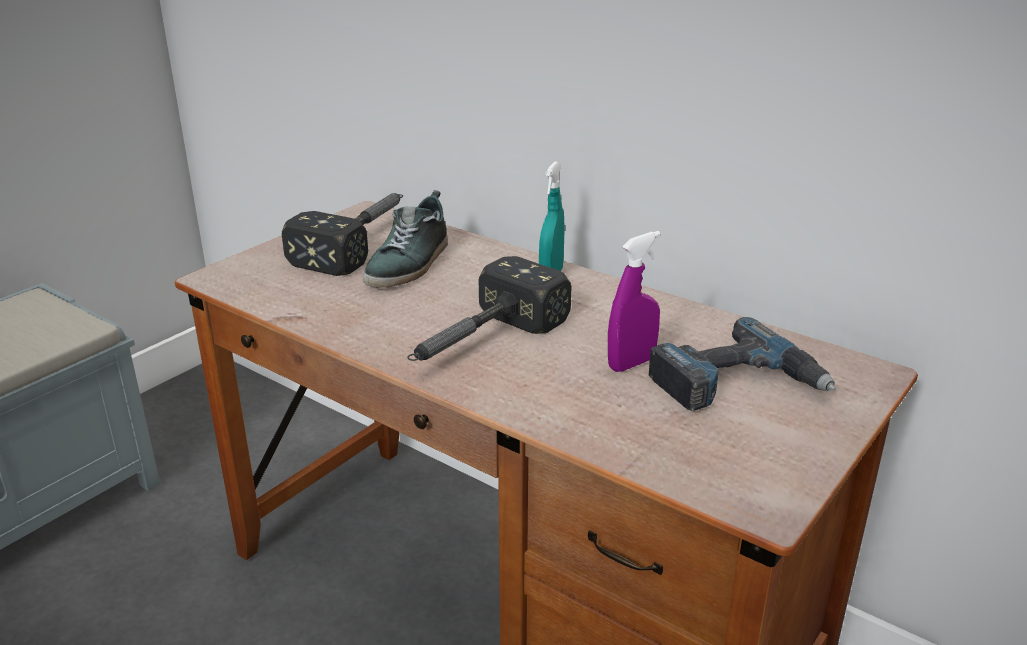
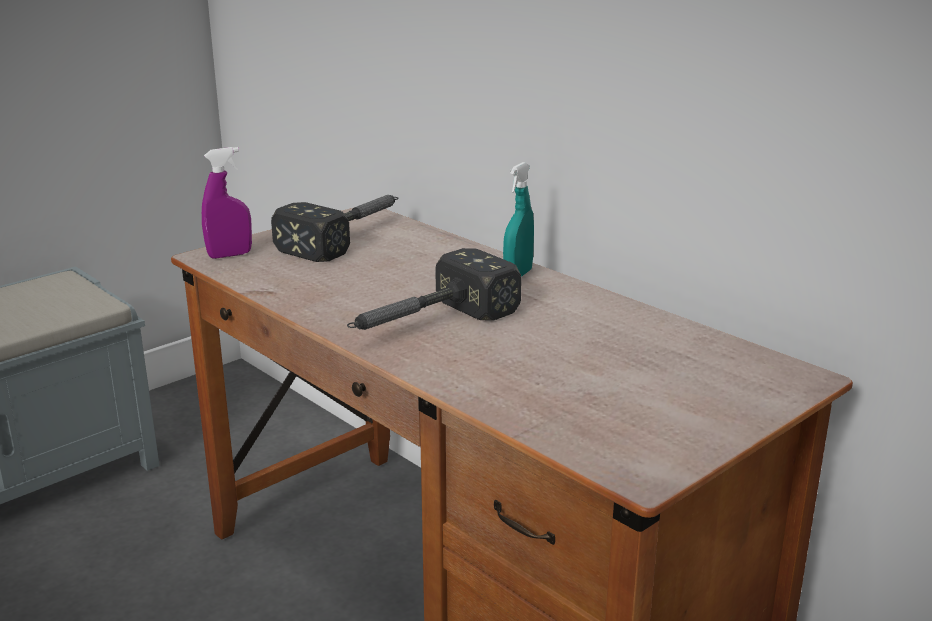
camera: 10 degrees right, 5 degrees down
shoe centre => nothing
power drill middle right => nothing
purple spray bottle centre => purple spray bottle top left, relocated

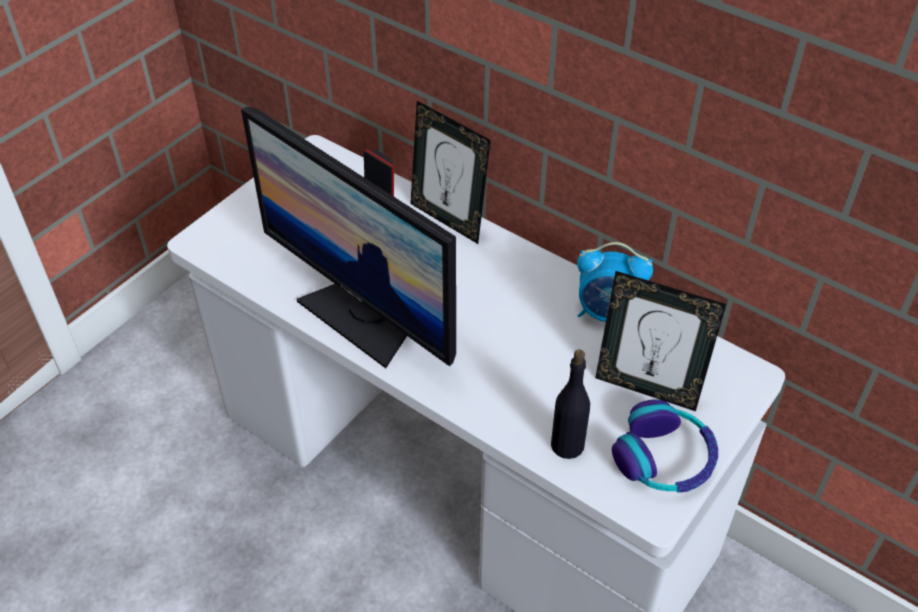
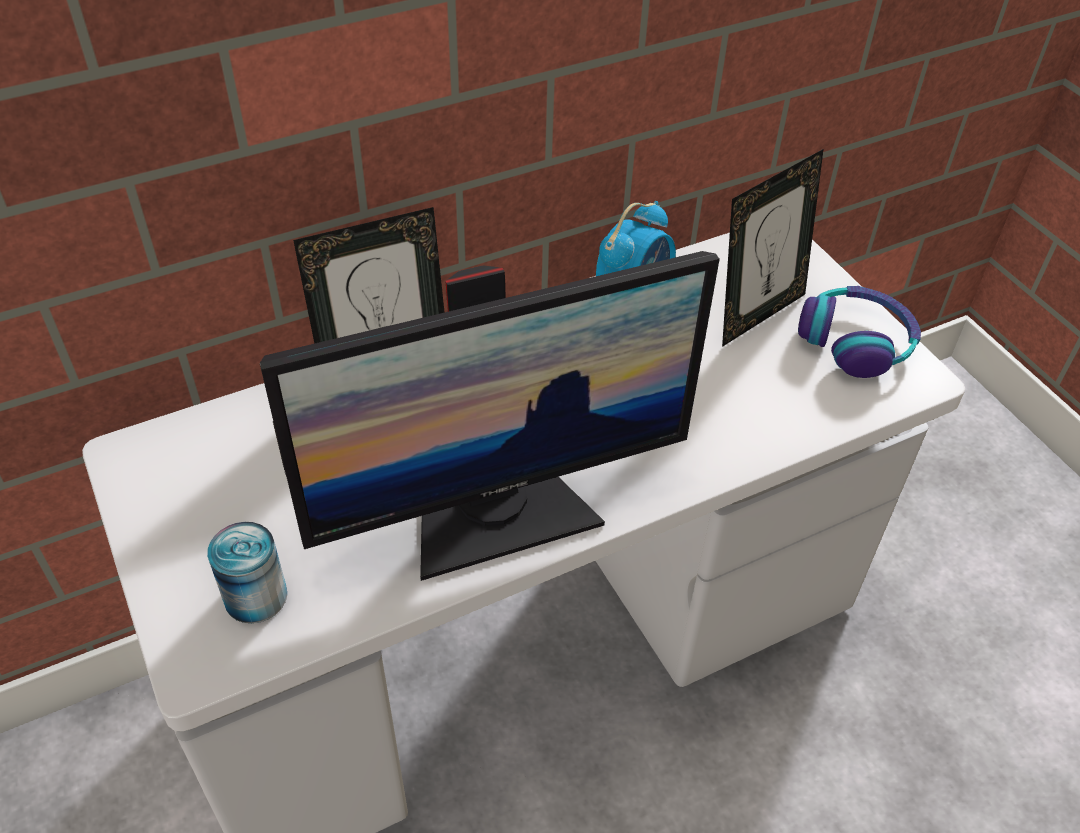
camera: 65 degrees left, 0 degrees up
black bottle centre => nothing
nothing => can bottom left

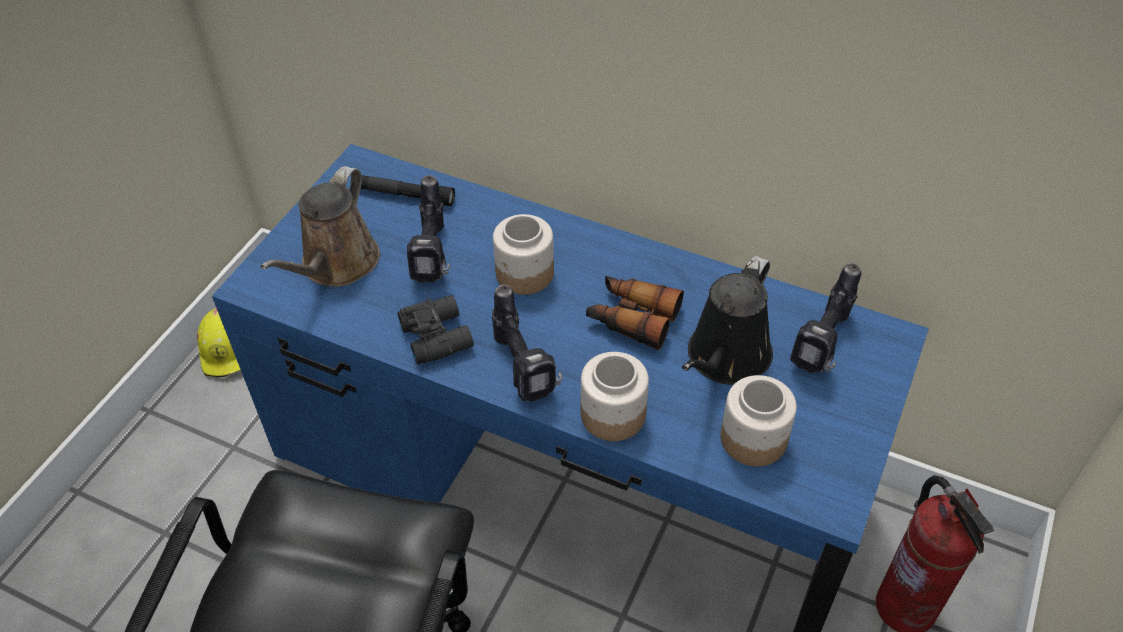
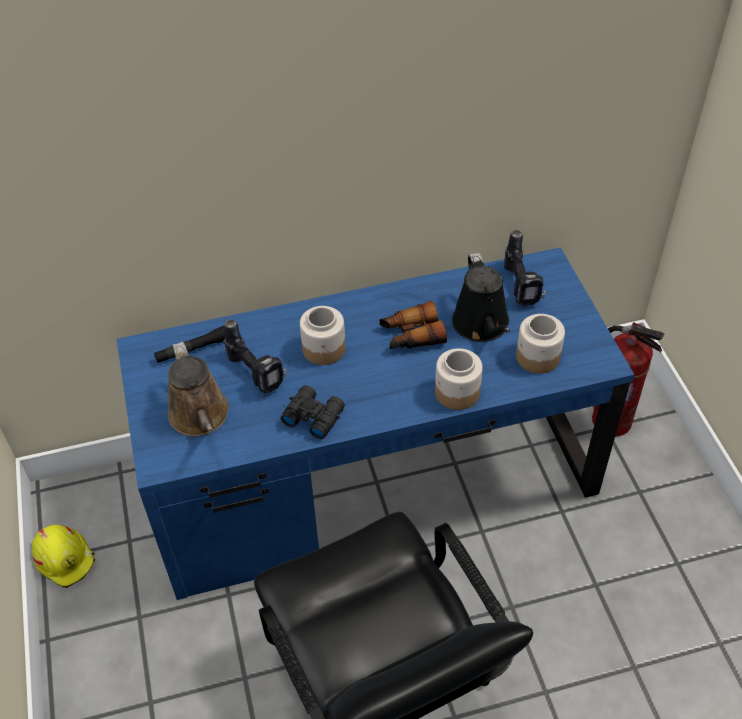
camera: 40 degrees left, 0 degrees up
power drill (no. 2 from left) centre => nothing

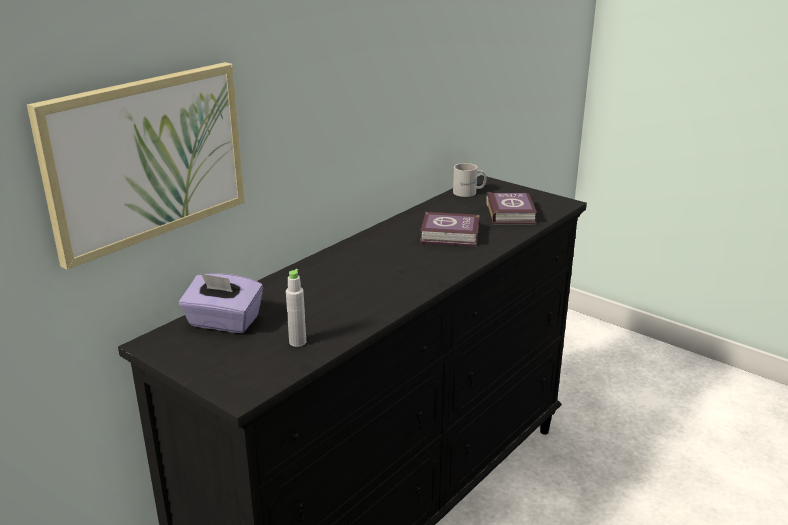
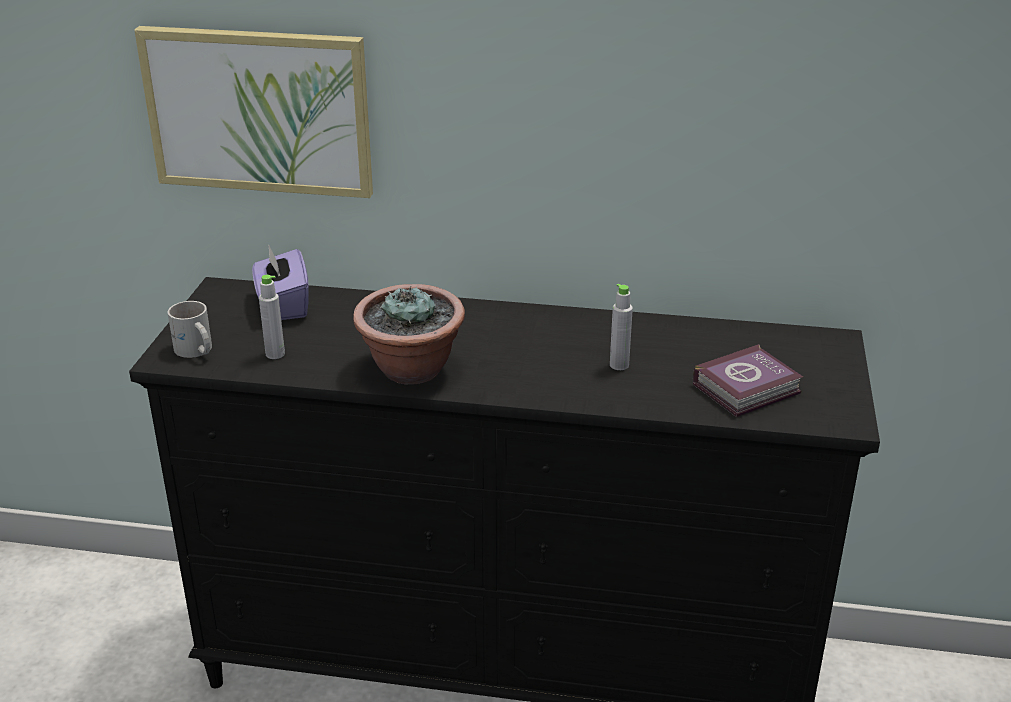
camera: 60 degrees right, 5 degrees up
nothing => potted plant centre
white mug centre => white mug middle left, relocated
book (no. 1 from left) centre => grey bottle (no. 2 from left) centre

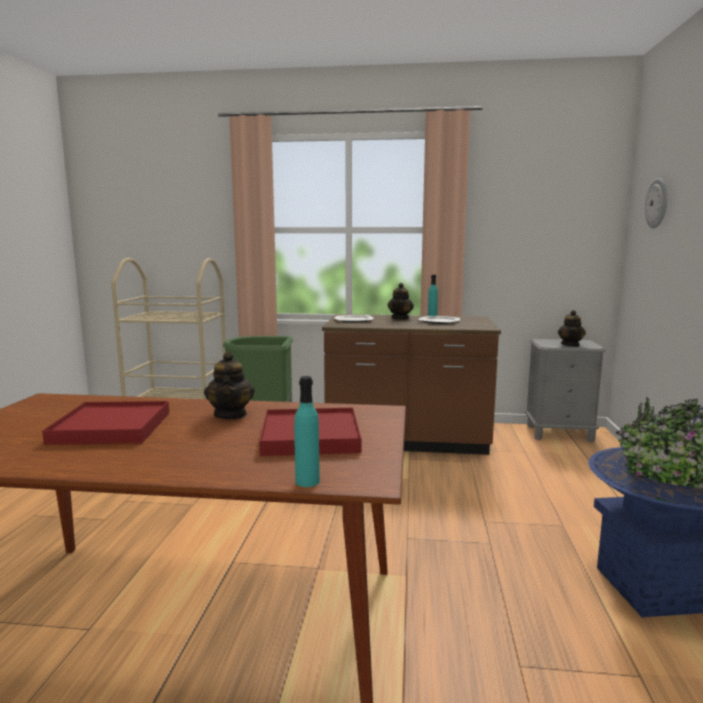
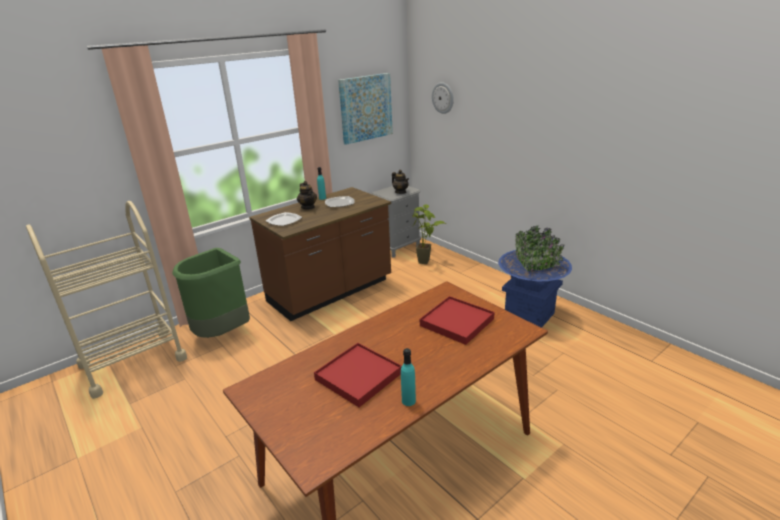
camera: 45 degrees left, 15 degrees up
teapot (no. 1 from left) middle left => nothing
nothing => picture top centre
nothing => potted plant centre
turquoise bottle (no. 1 from left in the first image) centre => turquoise bottle (no. 2 from left) bottom centre, relocated

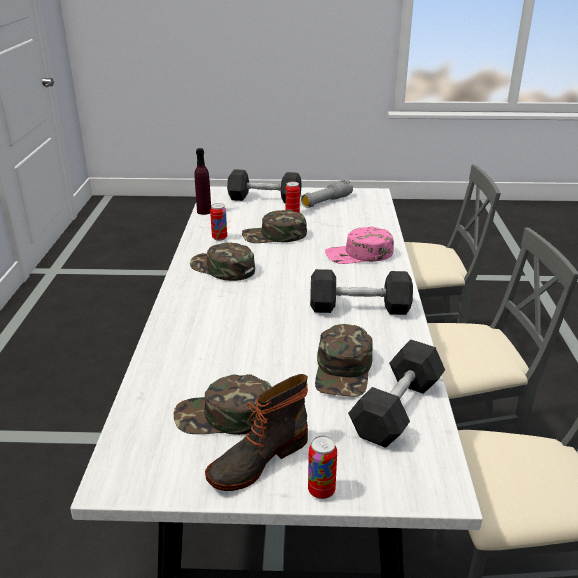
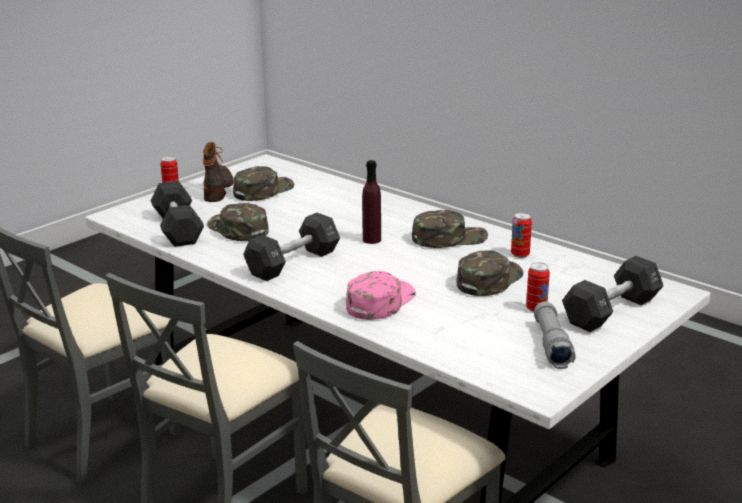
camera: 130 degrees right, 5 degrees down
purple bottle top centre => purple bottle centre, relocated

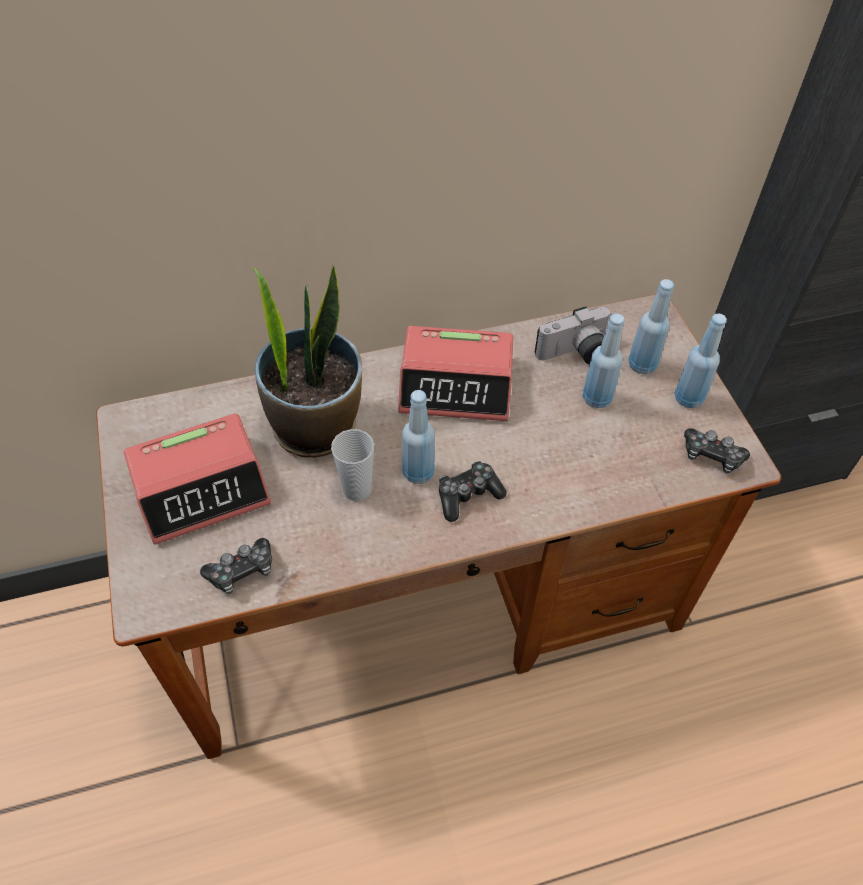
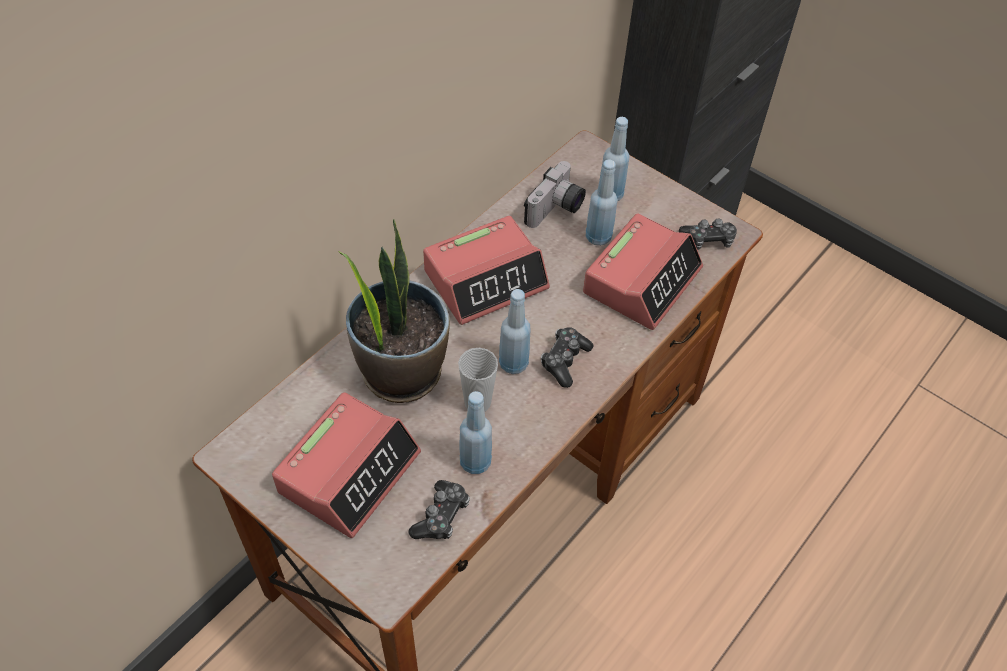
camera: 35 degrees left, 0 degrees up
nothing => alarm clock (no. 3 from left) centre
blue bottle (no. 4 from left in the first image) middle right => blue bottle (no. 1 from left) centre, relocated

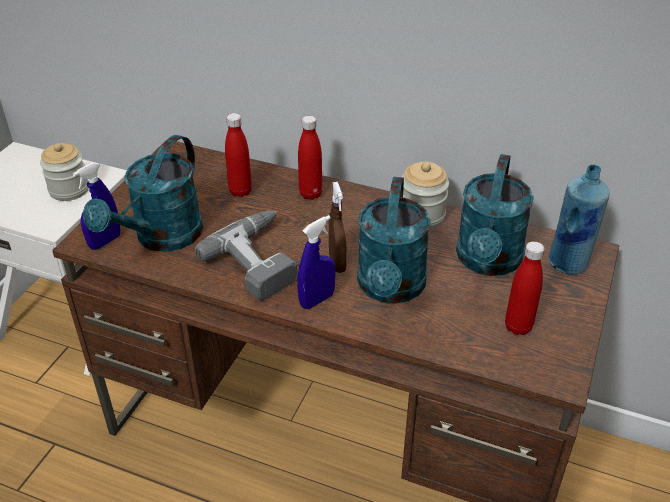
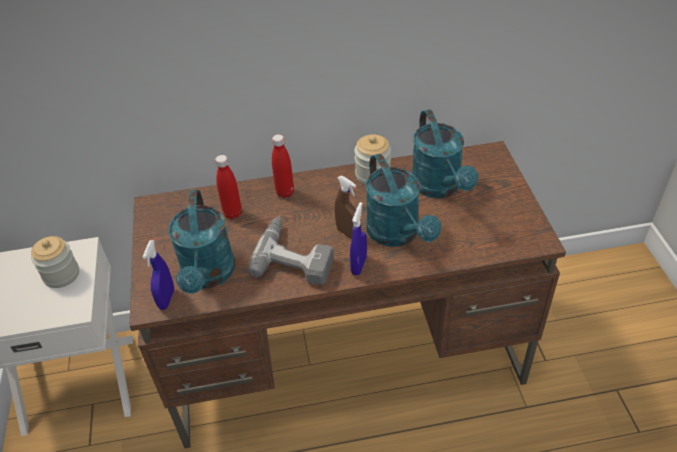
camera: 30 degrees left, 5 degrees up
red bottle (no. 3 from left) middle right => nothing
blue bottle middle right => nothing

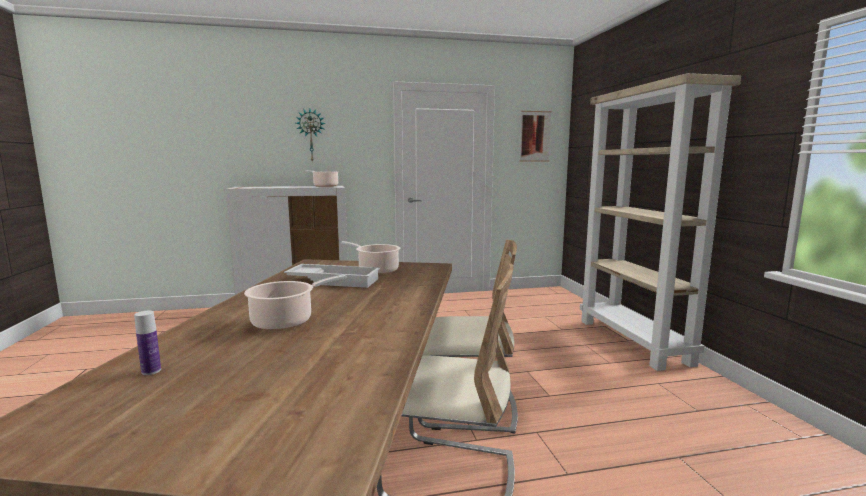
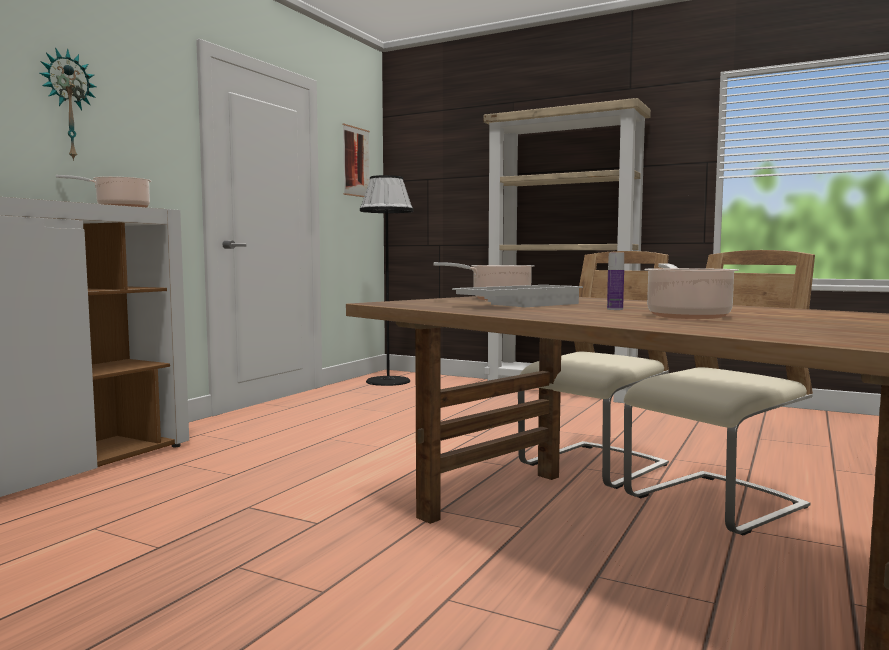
camera: 50 degrees left, 5 degrees down
nothing => black floor lamp centre
bottle bottom left => bottle middle right, relocated

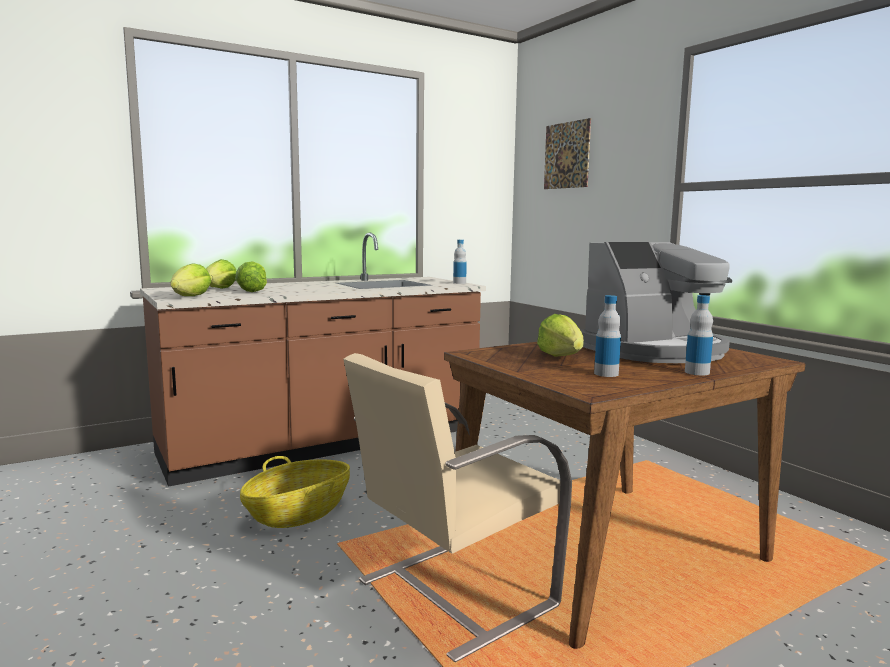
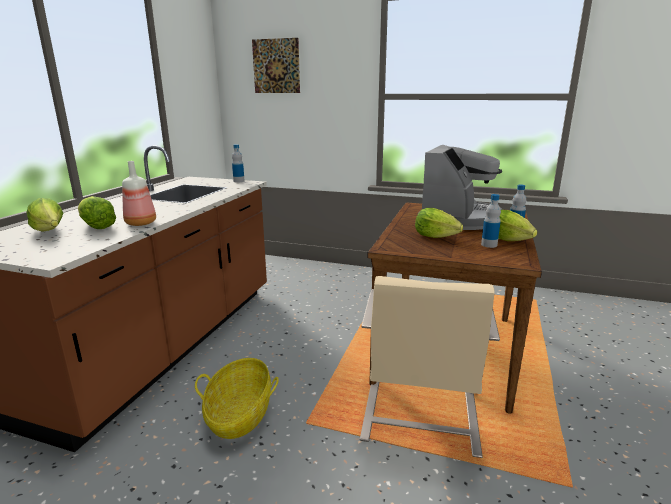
camera: 40 degrees left, 10 degrees up
nothing => bottle (no. 1 from left) middle left
lettuce (no. 1 from left in the first image) middle left => lettuce (no. 4 from left) middle right, relocated

